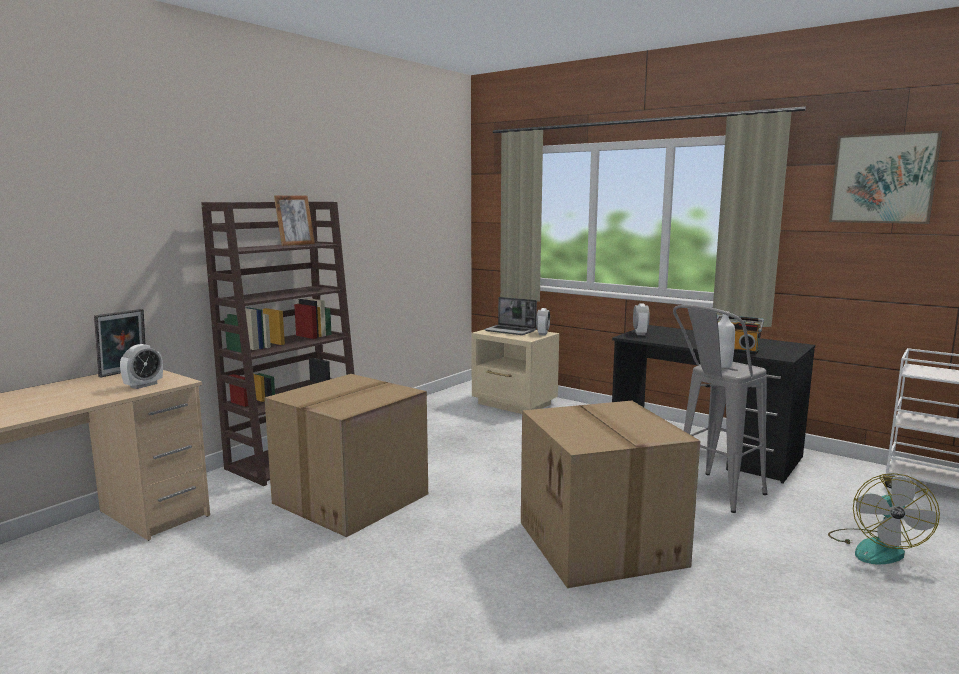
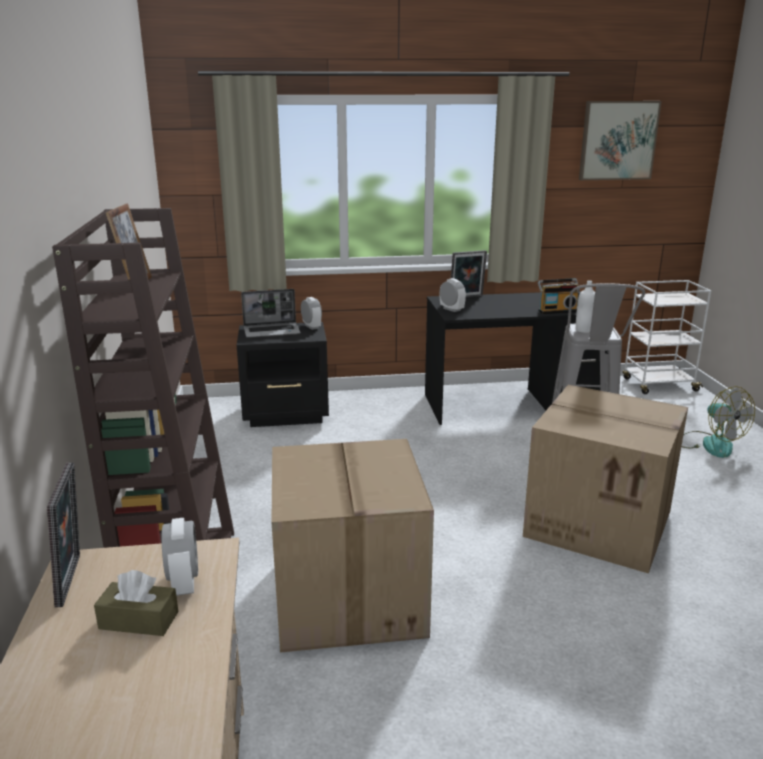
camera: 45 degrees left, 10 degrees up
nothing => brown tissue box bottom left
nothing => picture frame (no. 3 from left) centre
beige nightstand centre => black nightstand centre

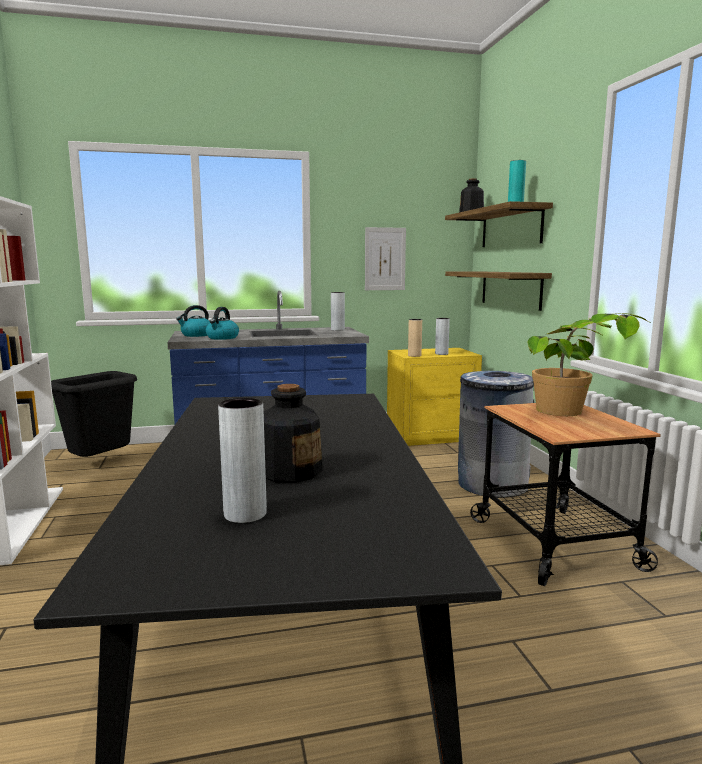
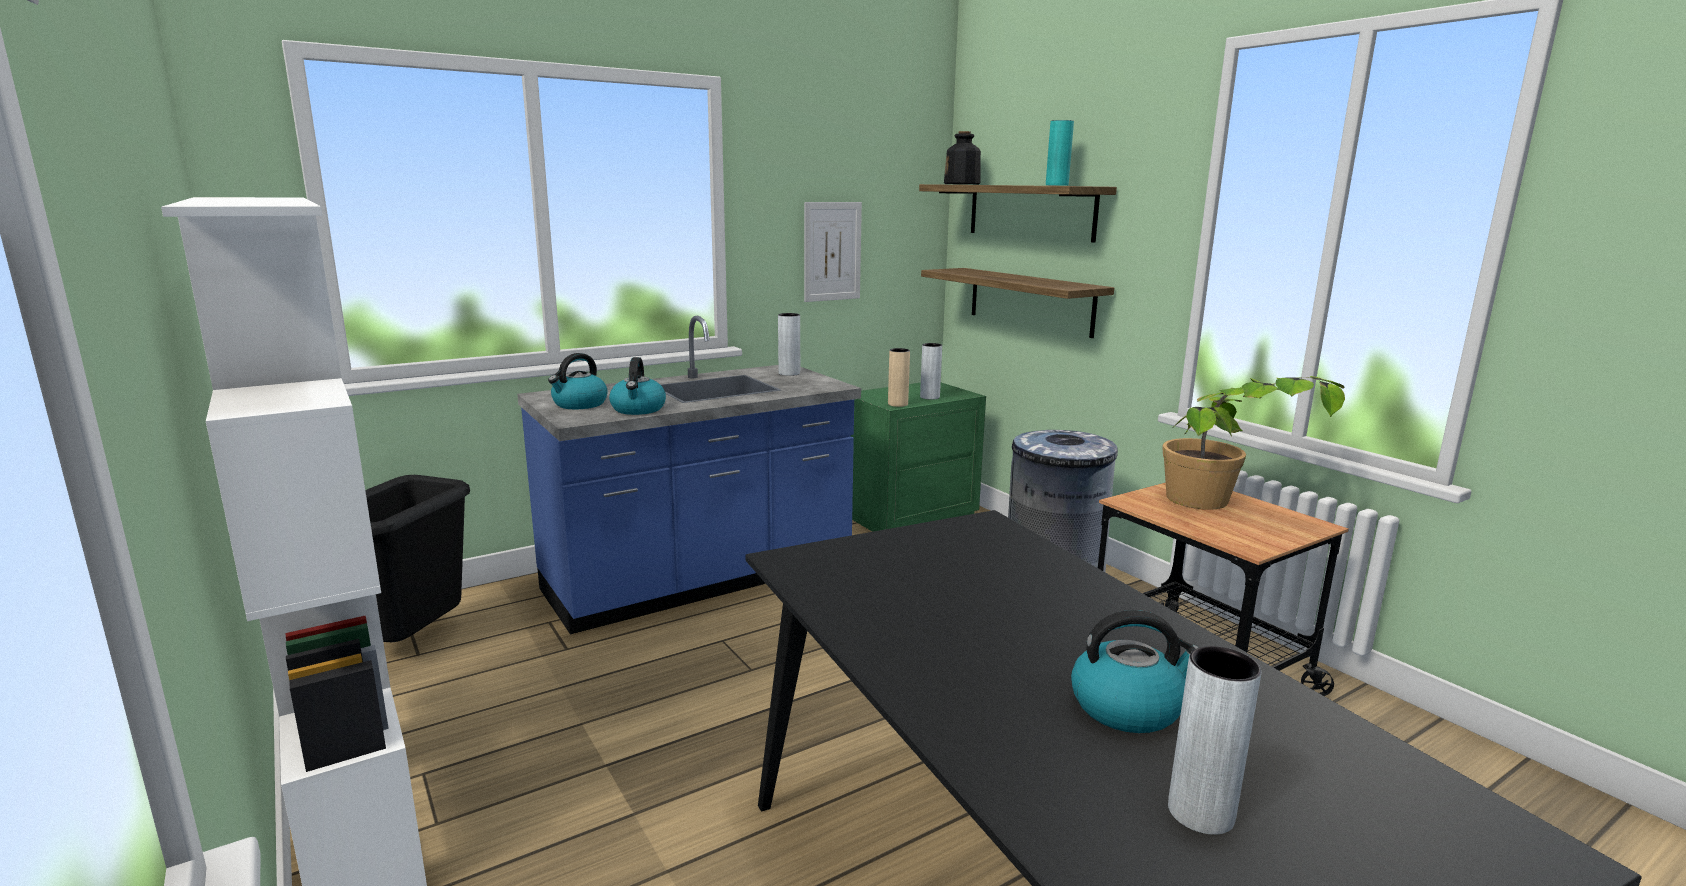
camera: 20 degrees left, 5 degrees up
bottle (no. 1 from left) centre => kettle (no. 3 from left) bottom right
yellow nightstand centre => green nightstand centre

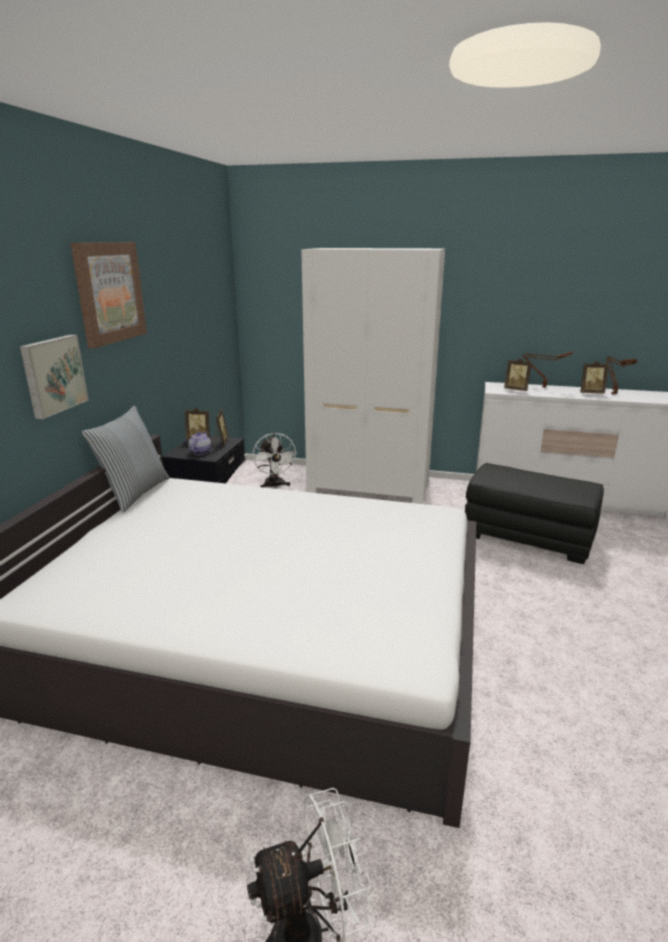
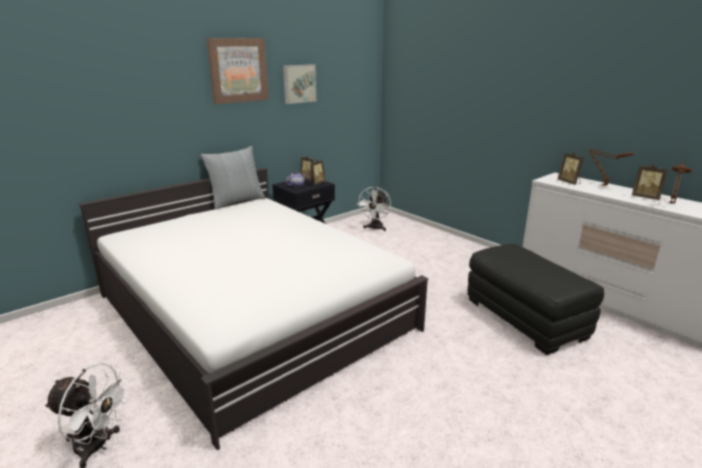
camera: 35 degrees right, 0 degrees up
white wardrobe centre => nothing
picture (no. 1 from left in the first image) middle left => picture (no. 2 from left) top centre, relocated

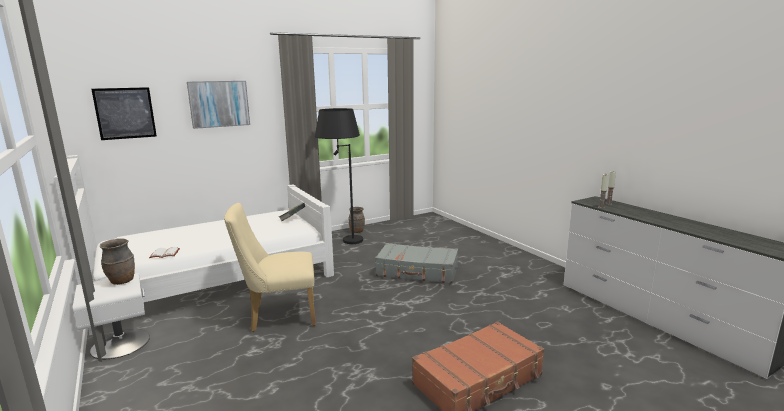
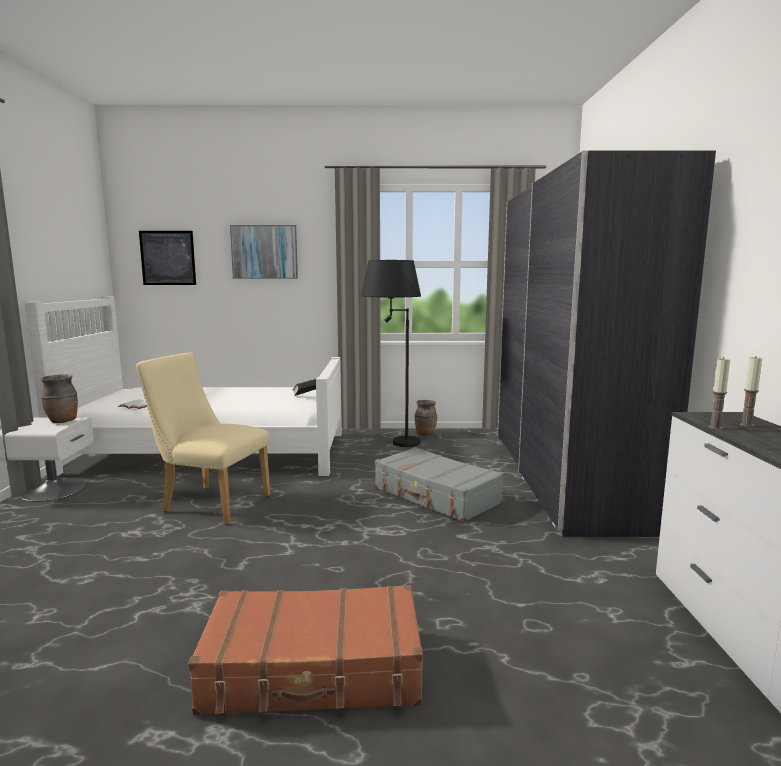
camera: 30 degrees right, 5 degrees down
nothing => grey wardrobe middle right

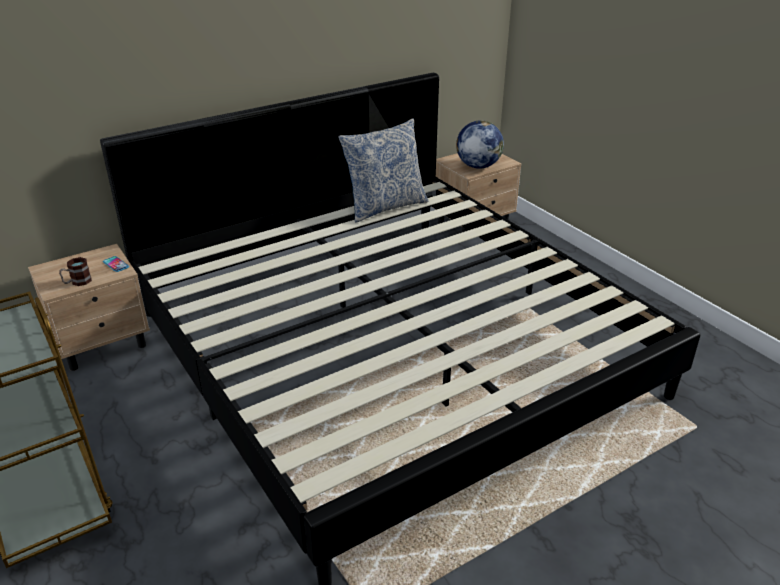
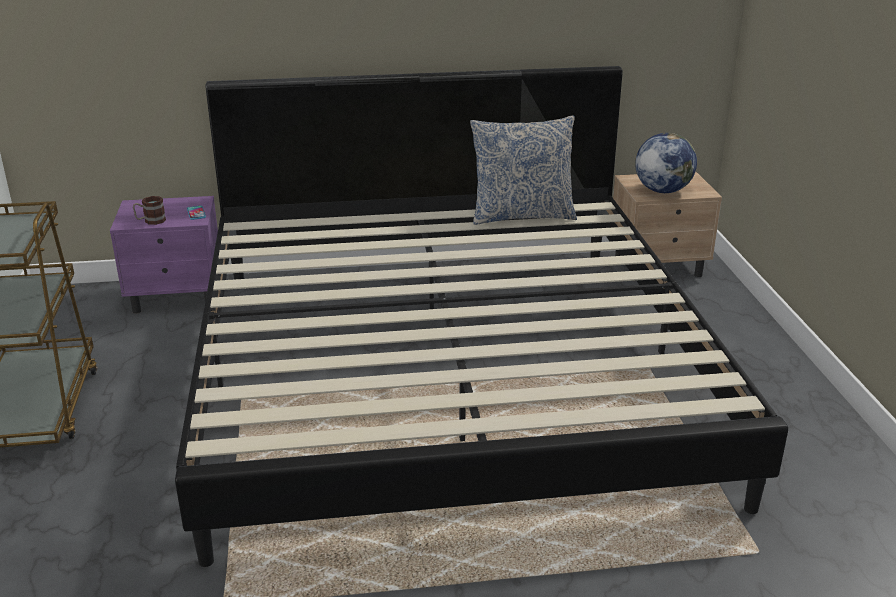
camera: 25 degrees right, 5 degrees down
beige nightstand (no. 1 from left) middle left => purple nightstand middle left

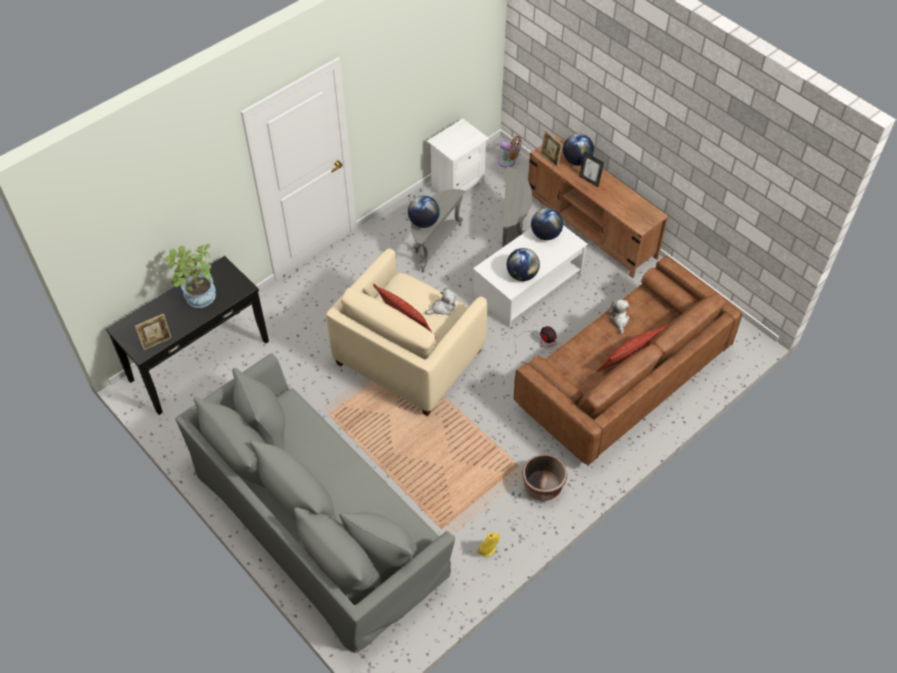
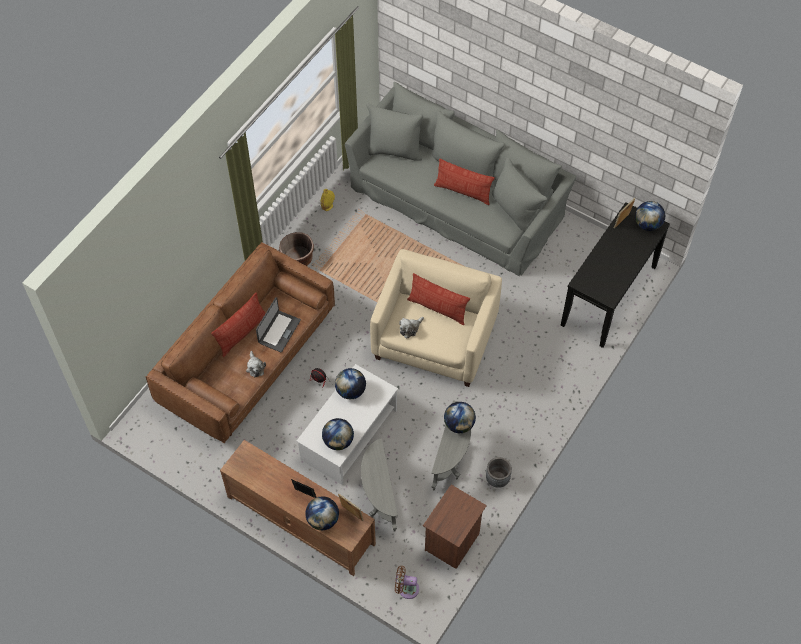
camera: 165 degrees right, 5 degrees up
potted plant middle left => nothing
nothing => laptop centre
nothing => pillow (no. 3 from left) top centre
nothing => grey planter bottom centre
nothing => globe (no. 5 from left) middle right
white nightstand top centre => brown nightstand bottom centre

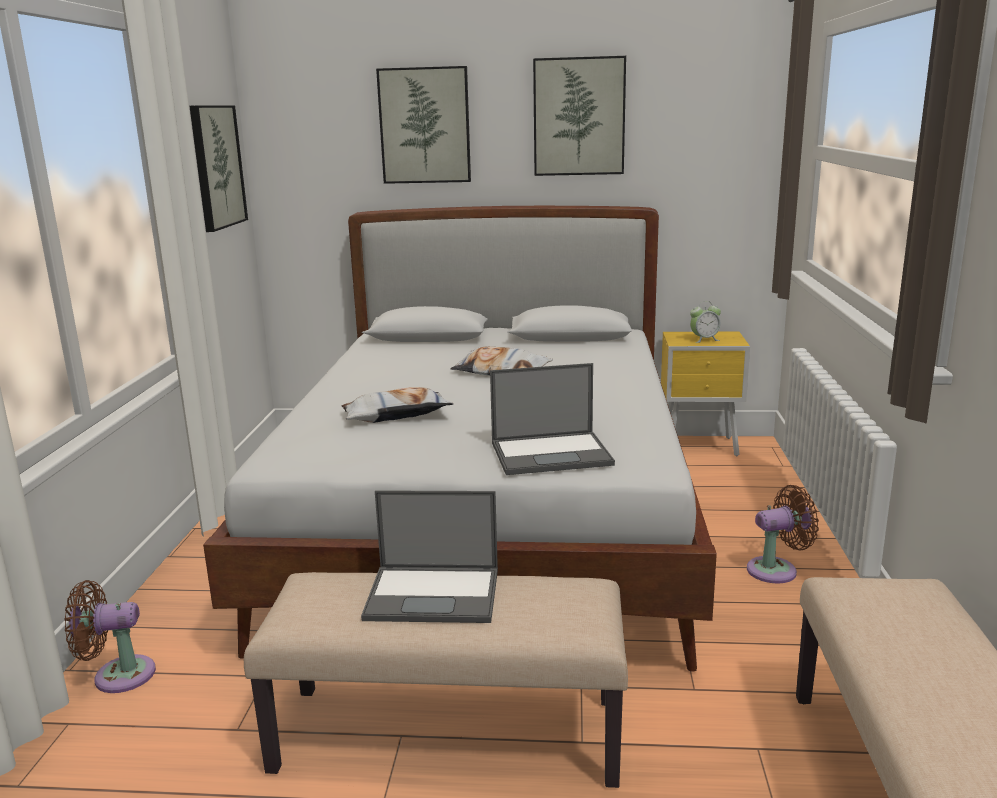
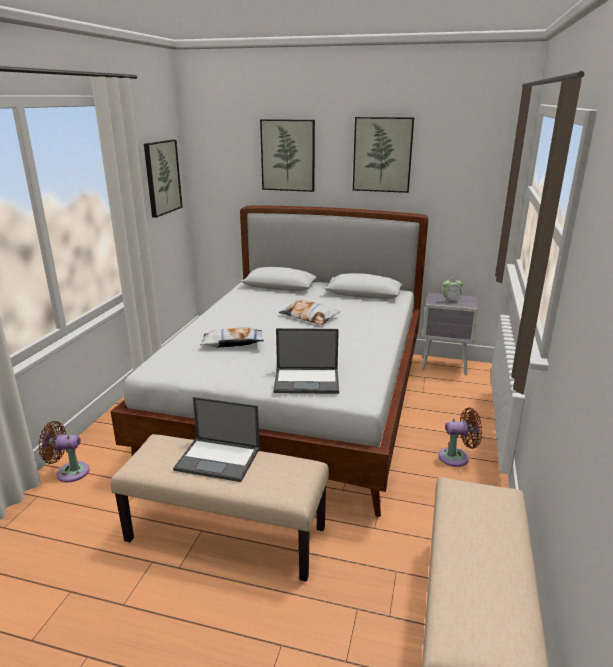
camera: 10 degrees right, 5 degrees up
yellow nightstand middle right => grey nightstand middle right

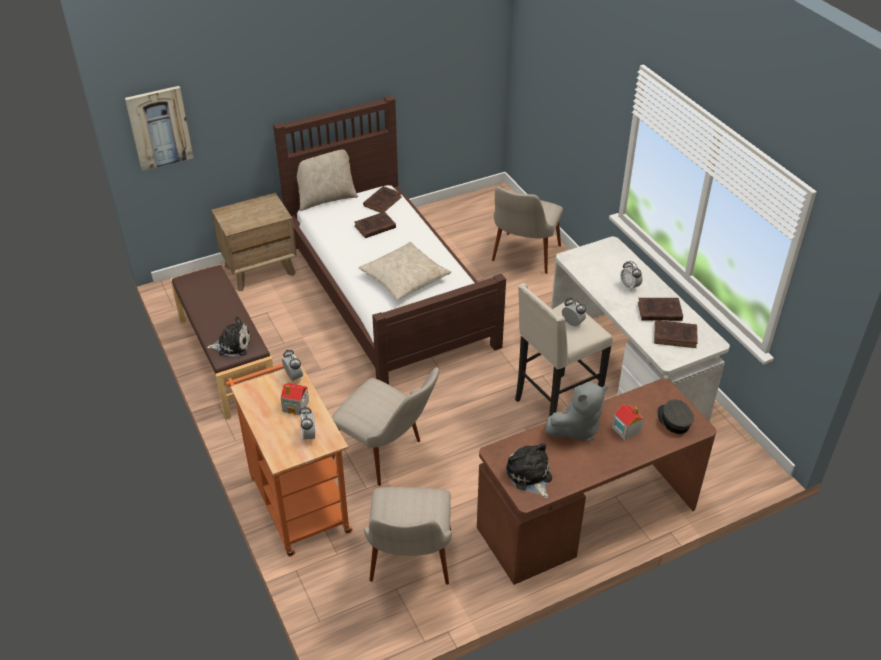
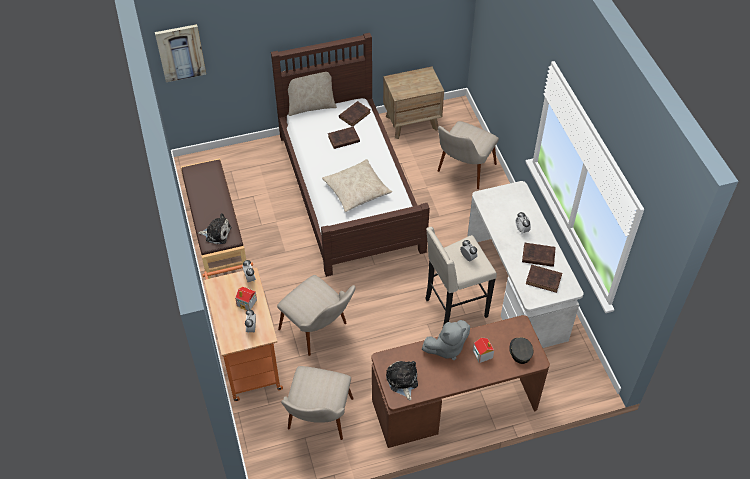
camera: 10 degrees right, 10 degrees up
brown nightstand middle left => brown nightstand top centre, relocated

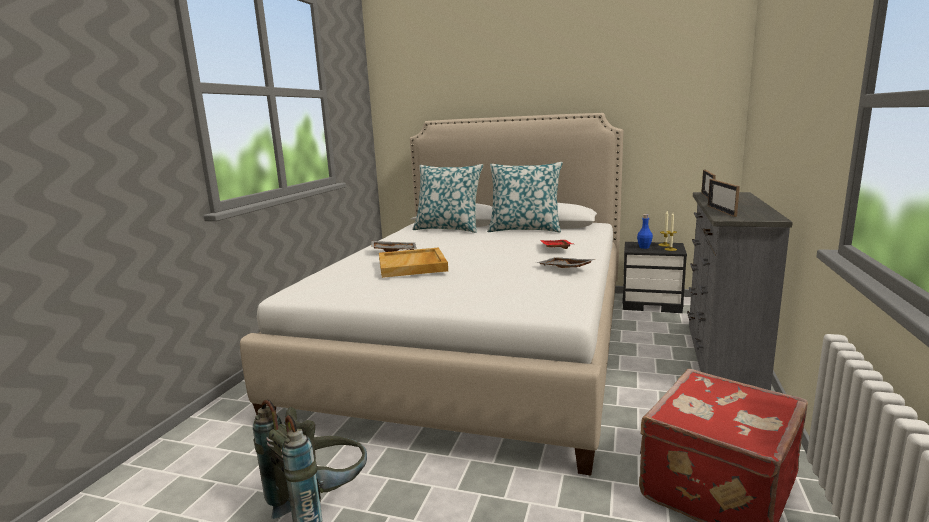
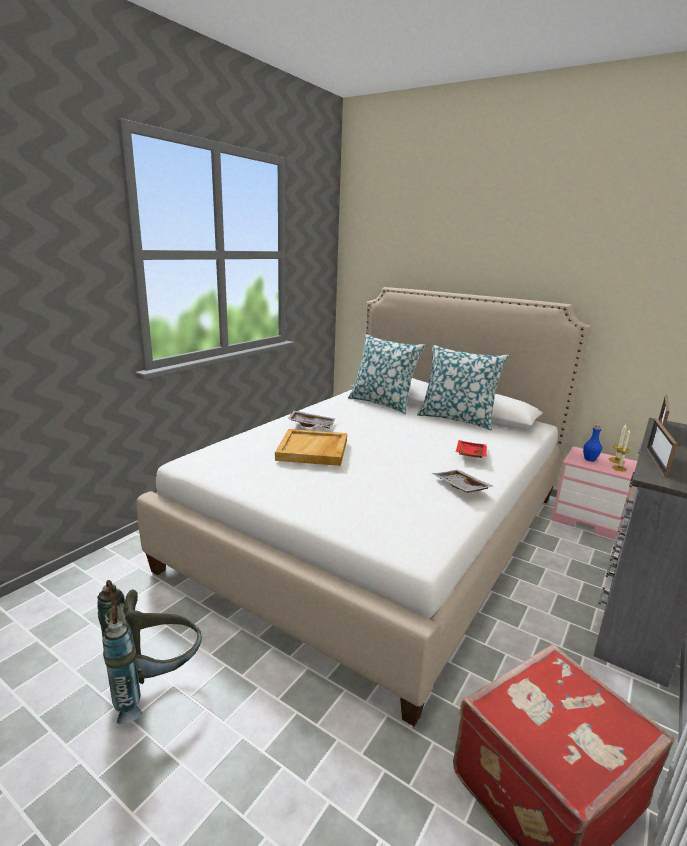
camera: 15 degrees right, 5 degrees up
black nightstand middle right => pink nightstand middle right

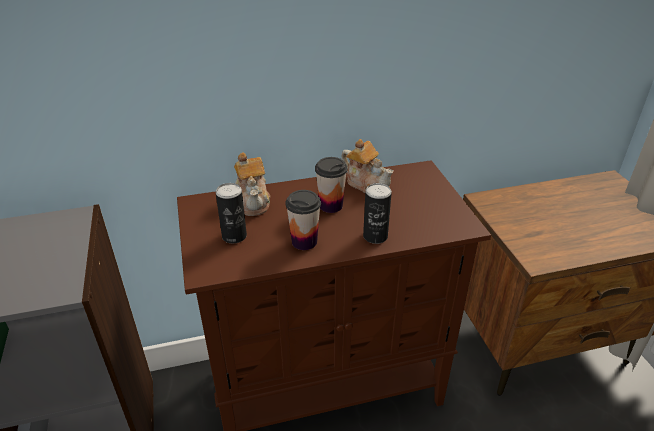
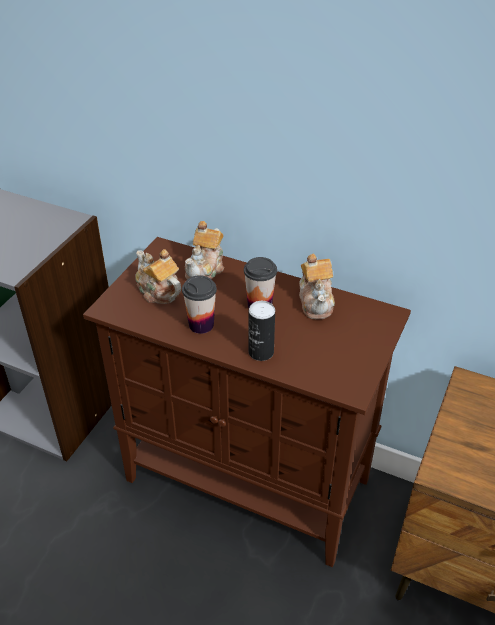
camera: 40 degrees right, 5 degrees up
can (no. 1 from left) centre => teapot (no. 1 from left) middle left

